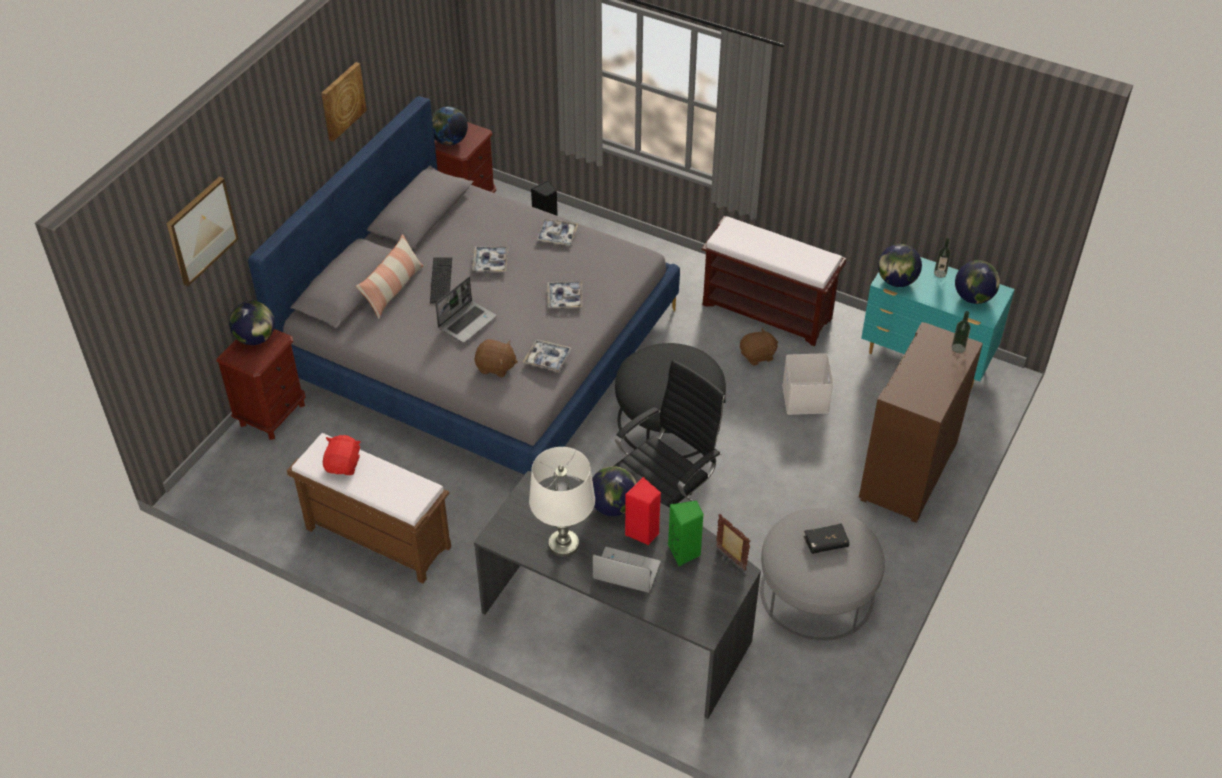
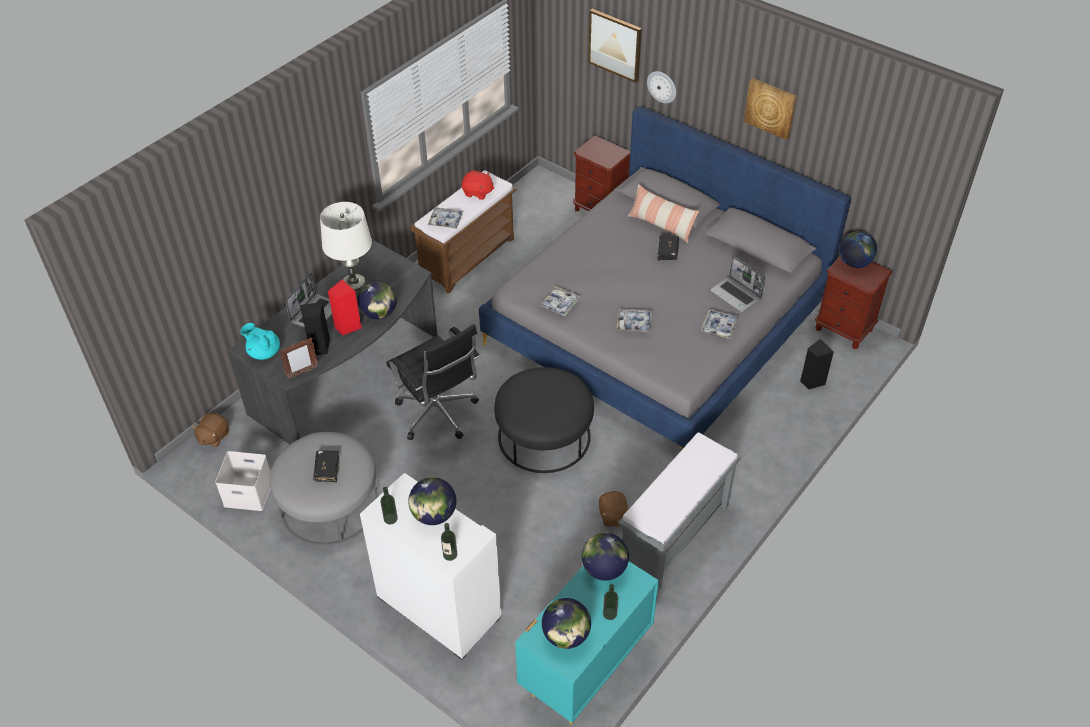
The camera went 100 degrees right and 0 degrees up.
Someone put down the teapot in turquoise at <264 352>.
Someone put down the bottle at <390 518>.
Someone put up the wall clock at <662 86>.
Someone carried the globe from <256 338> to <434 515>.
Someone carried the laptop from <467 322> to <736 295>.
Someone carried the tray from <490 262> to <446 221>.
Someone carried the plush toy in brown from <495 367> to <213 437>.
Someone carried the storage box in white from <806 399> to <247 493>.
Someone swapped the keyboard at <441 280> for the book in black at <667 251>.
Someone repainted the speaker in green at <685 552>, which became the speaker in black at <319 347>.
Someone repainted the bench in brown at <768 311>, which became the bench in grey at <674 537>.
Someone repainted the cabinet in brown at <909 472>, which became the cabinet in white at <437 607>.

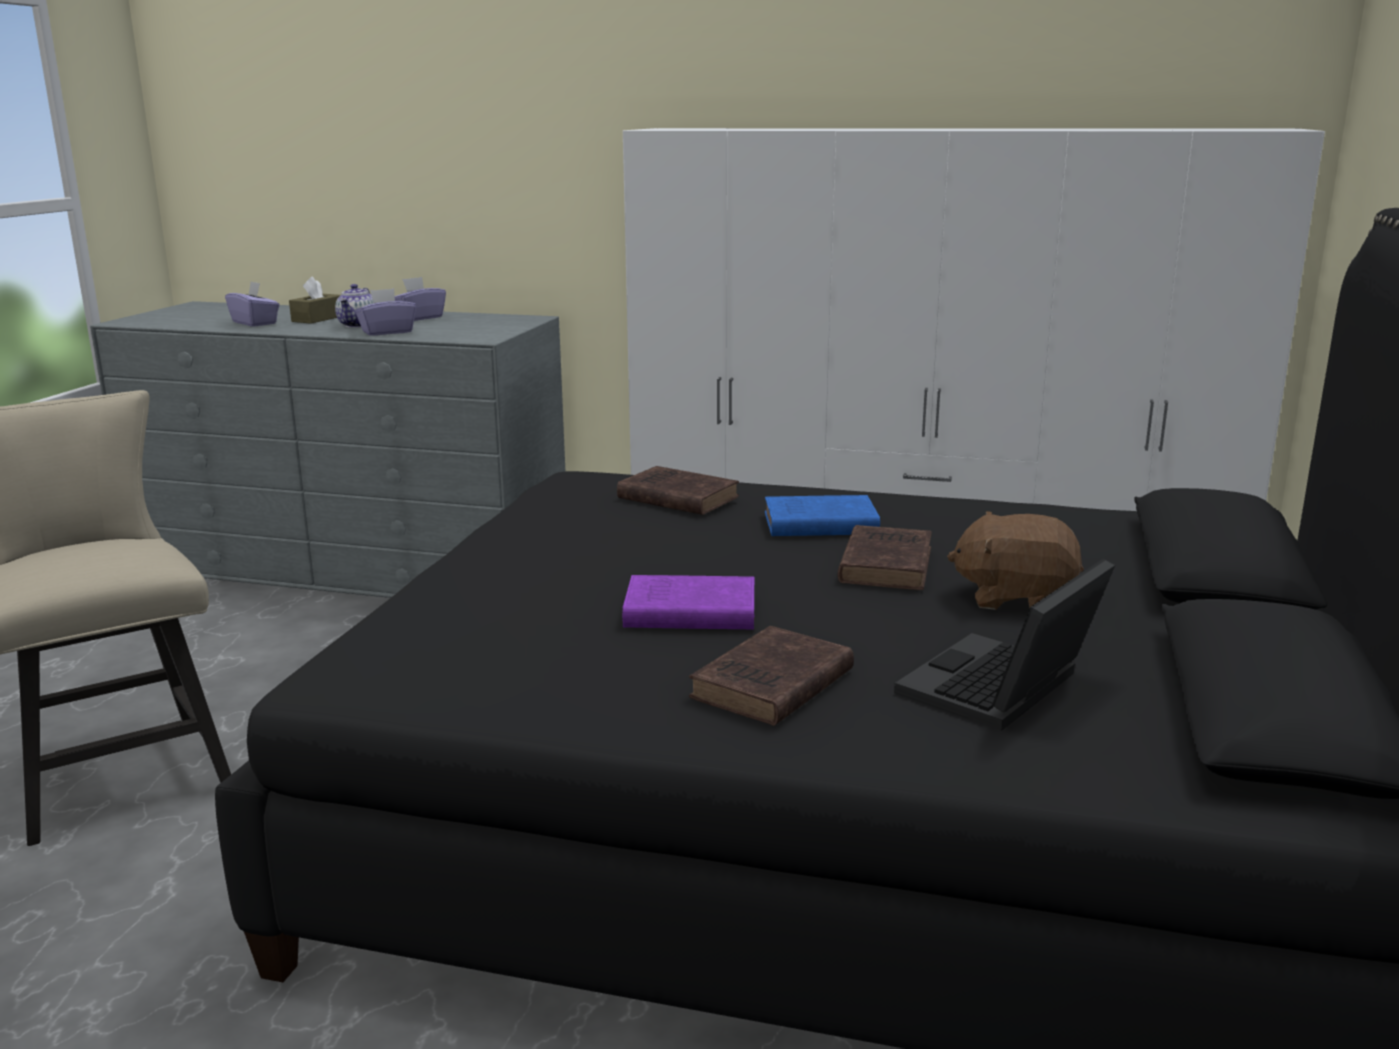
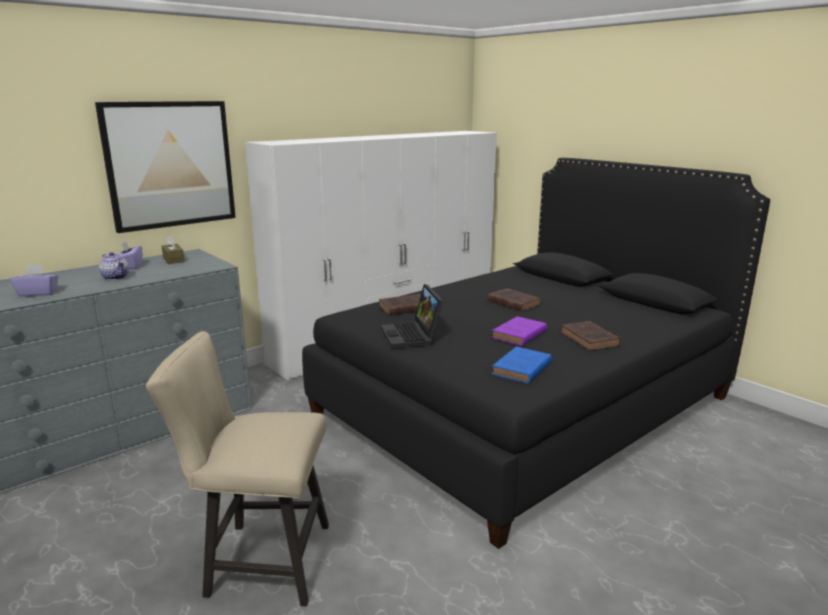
The camera went 55 degrees left and 0 degrees up.
Someone took away the tissue box in purple at <387 332>.
Someone took away the plush toy in brown at <1015 598>.
Someone put up the picture at <170 164>.
Someone carried the tissue box in brown from <318 319> to <173 259>.
Someone carried the book in blue from <817 524> to <521 369>.
Someone carried the laptop from <1000 690> to <412 336>.

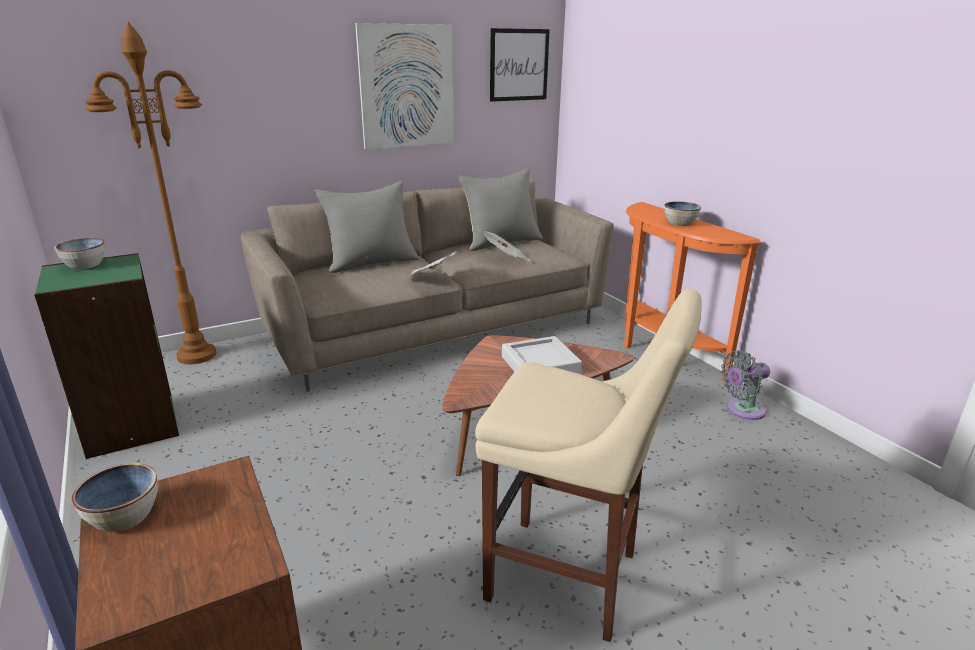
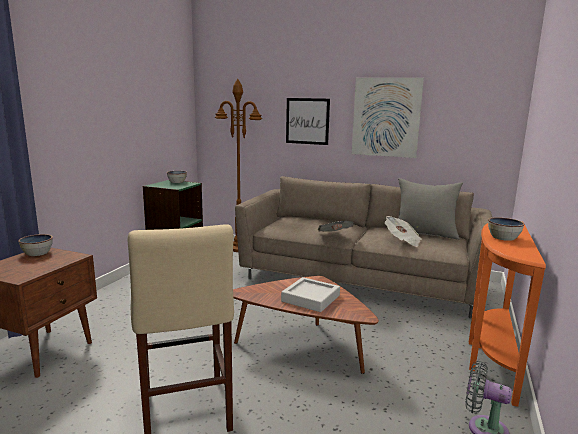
The camera went 50 degrees right and 10 degrees down.
Someone took away the pillow in grey at <371 263>.
Someone carried the picture from <519 65> to <307 121>.

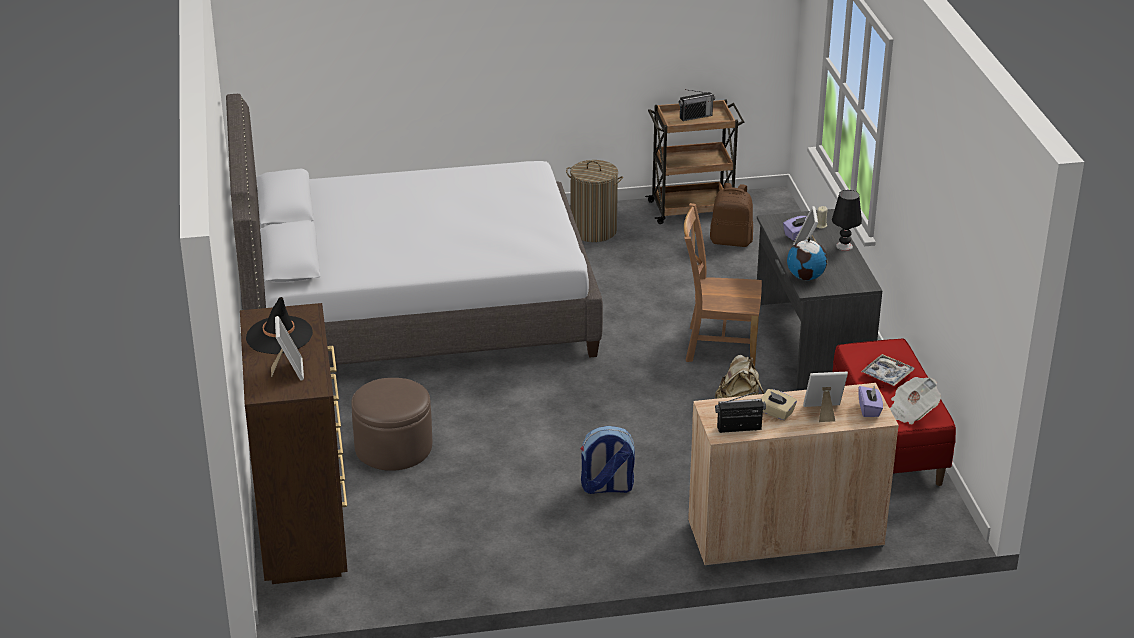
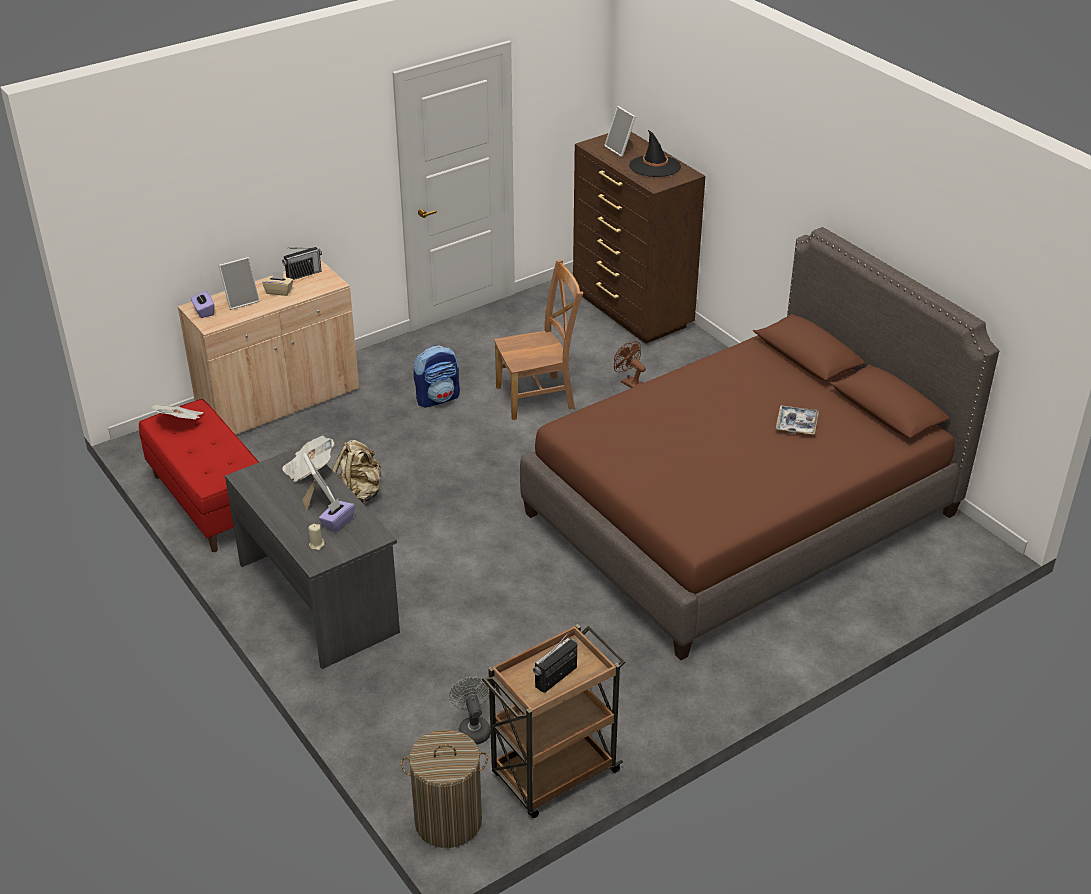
The camera went 155 degrees right and 5 degrees up.
Someone took away the table lamp in black at <844 246>.
Someone carried the laundry basket from <593 231> to <448 821>.
Someone carried the chair in brown from <718 346> to <538 397>.
Someone carried the tray from <887 375> to <796 424>.
Someone swapped the ottoman in brown at <393 447> for the fan in brown at <629 383>.
Someone swapped the backpack in brown at <731 241> for the fan in grey at <473 728>.
Someone swapped the globe at <806 277> for the newspaper at <309 469>.
Someone repainted the bed in grey at <415 310>, which became the bed in brown at <740 513>.

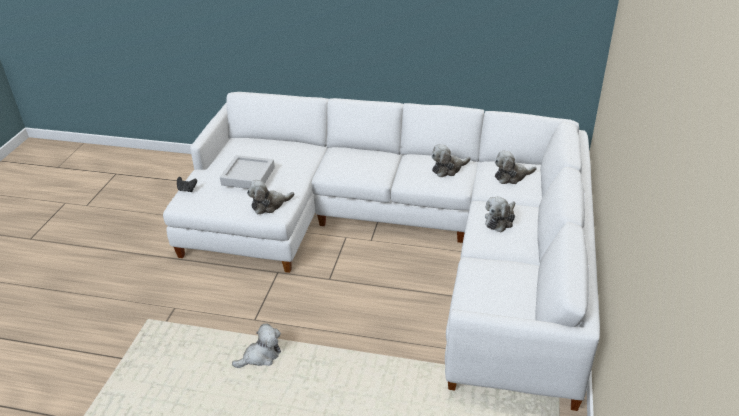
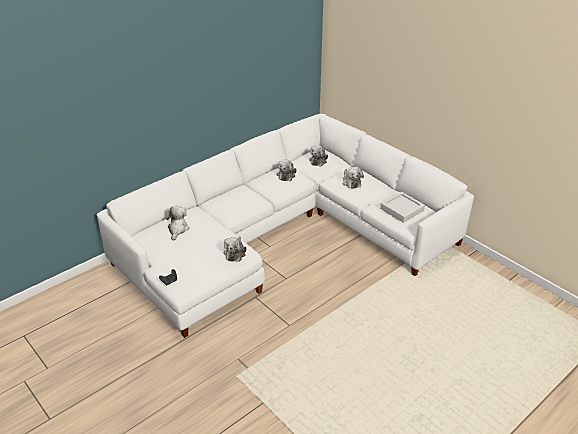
The camera went 55 degrees left and 0 degrees up.
Someone carried the tray in grey from <248 176> to <402 210>.
Someone carried the plush toy from <261 356> to <177 229>.

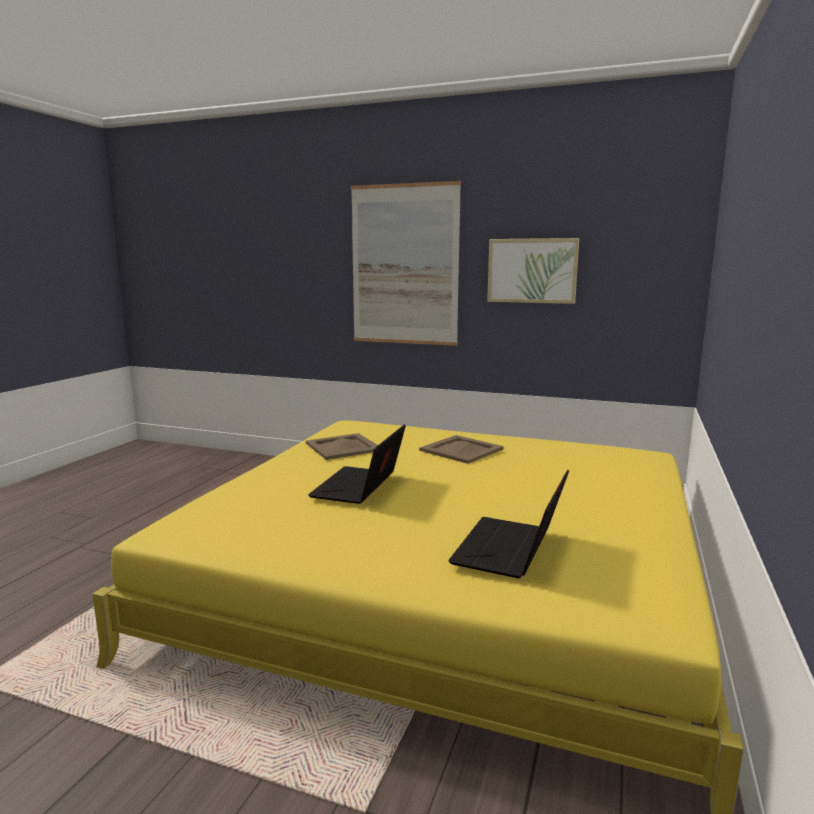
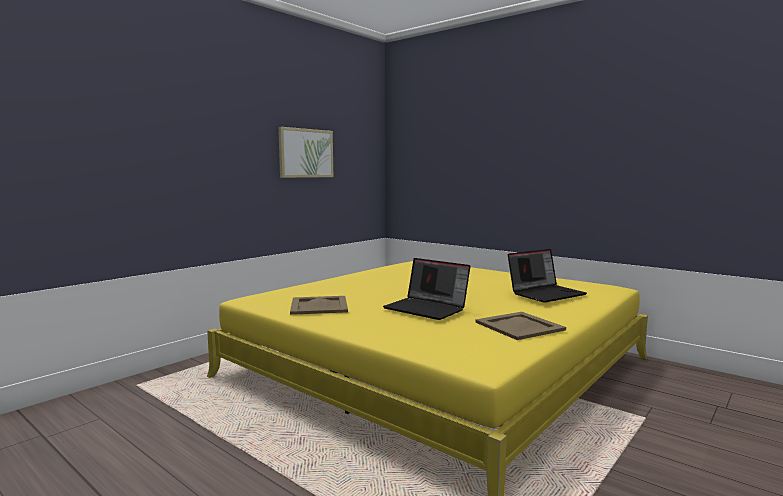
The camera went 70 degrees left and 5 degrees down.
Someone took away the picture at <404 265>.
Someone carried the tray in beige from <460 449> to <519 326>.
Someone rotated the laptop at <510 550> by 75 degrees counterclockwise.

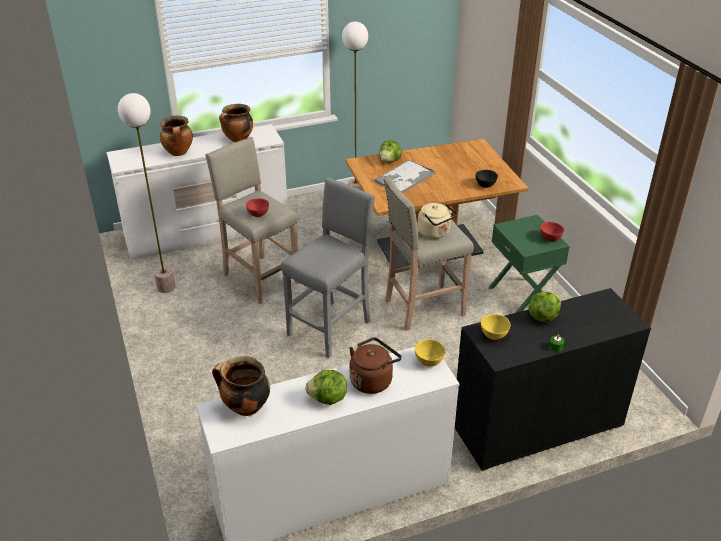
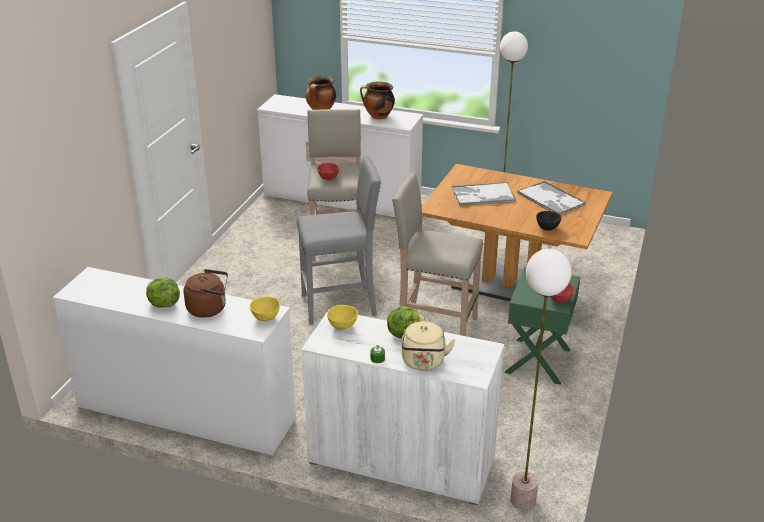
The camera went 40 degrees right and 5 degrees down.
Someone took away the cooking pot at <245 407>.
Someone took away the lettuce at <390 161>.
Someone put down the tray at <551 199>.
Someone carried the floor lamp from <166 287> to <523 501>.
Someone carried the kettle in beige from <435 233> to <423 363>.
Someone repainted the cabinet in black at <537 426>, which became the cabinet in white at <401 460>.

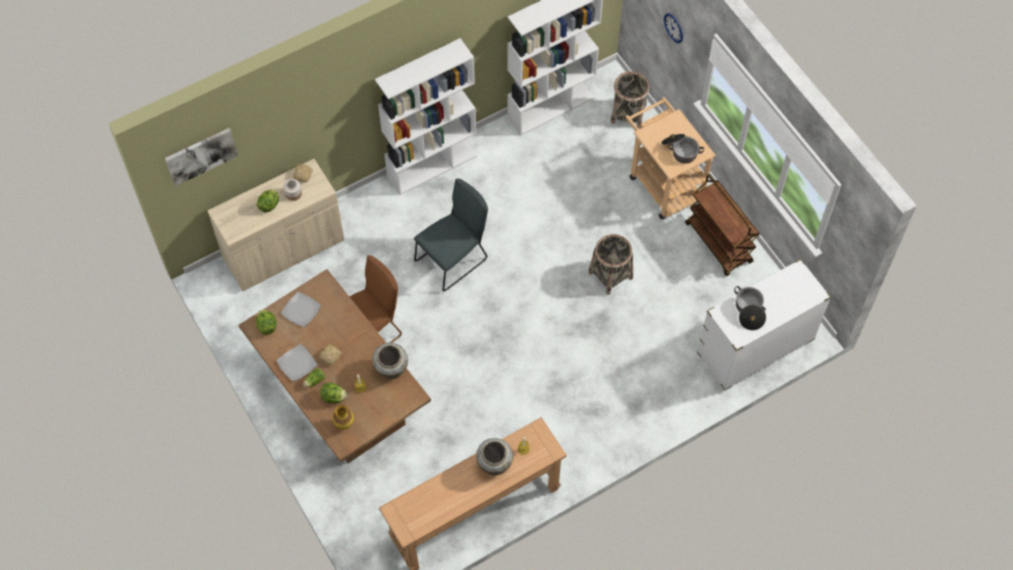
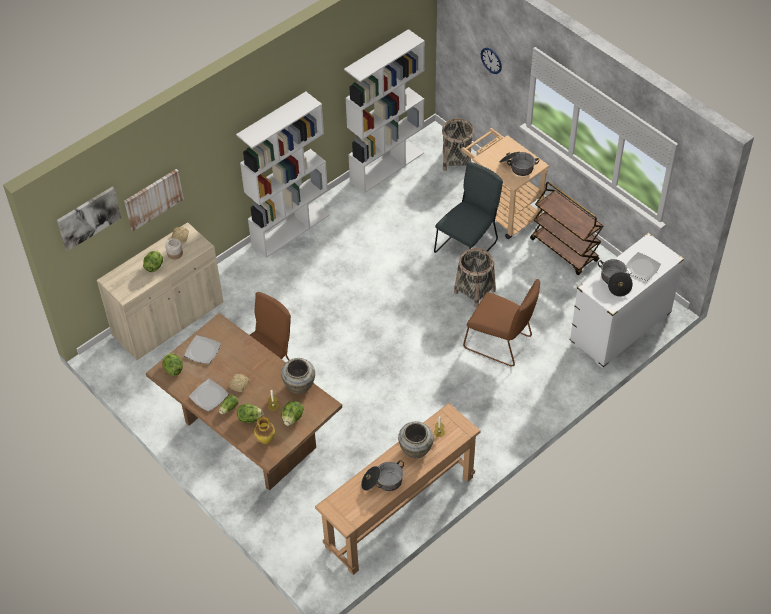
The camera went 10 degrees left and 10 degrees down.
Someone put up the picture at <153 199>.
Someone put down the lettuce at <292 418>.
Someone put down the cooking pot at <382 482>.
Someone put down the chair in brown at <500 343>.
Someone put down the plate at <642 268>.
Someone carried the chair in grey from <454 258> to <468 245>.

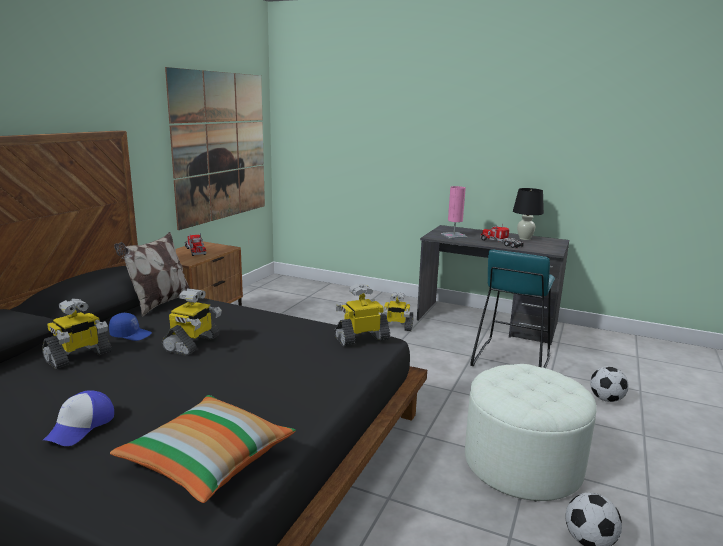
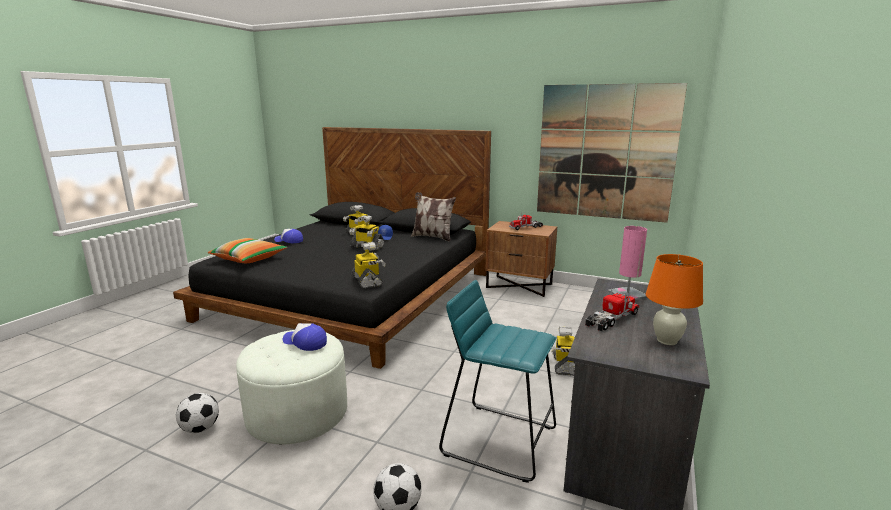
The camera went 90 degrees right and 0 degrees up.
Someone put down the cap at <305 342>.
Someone repainted the table lamp in black at <525 238>, which became the table lamp in orange at <667 341>.

